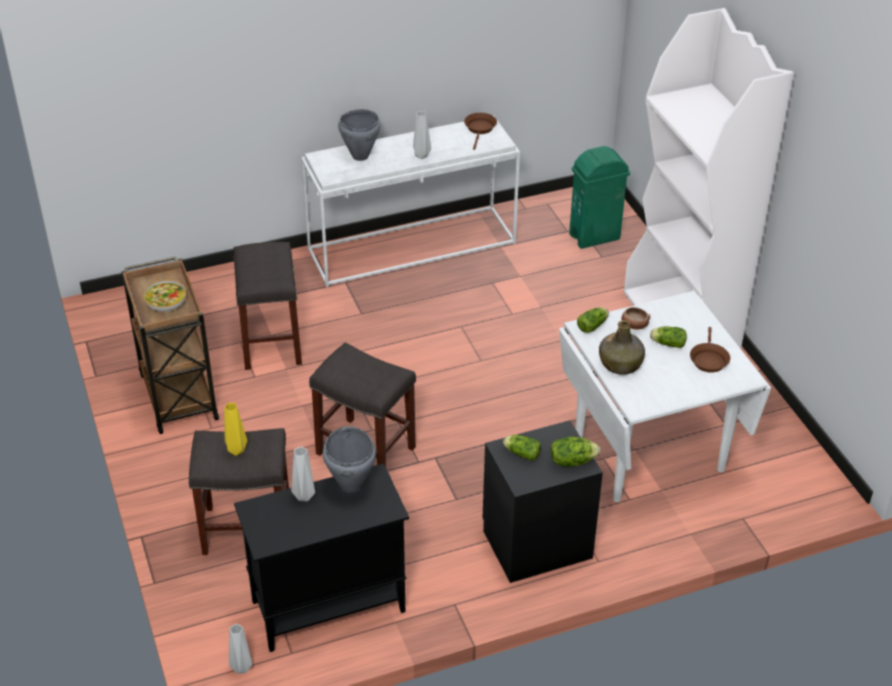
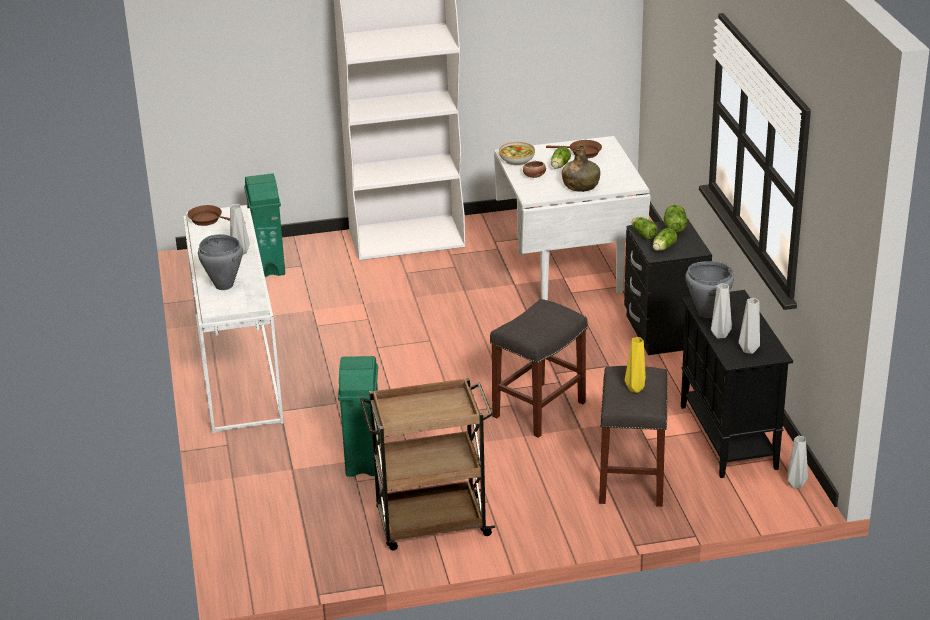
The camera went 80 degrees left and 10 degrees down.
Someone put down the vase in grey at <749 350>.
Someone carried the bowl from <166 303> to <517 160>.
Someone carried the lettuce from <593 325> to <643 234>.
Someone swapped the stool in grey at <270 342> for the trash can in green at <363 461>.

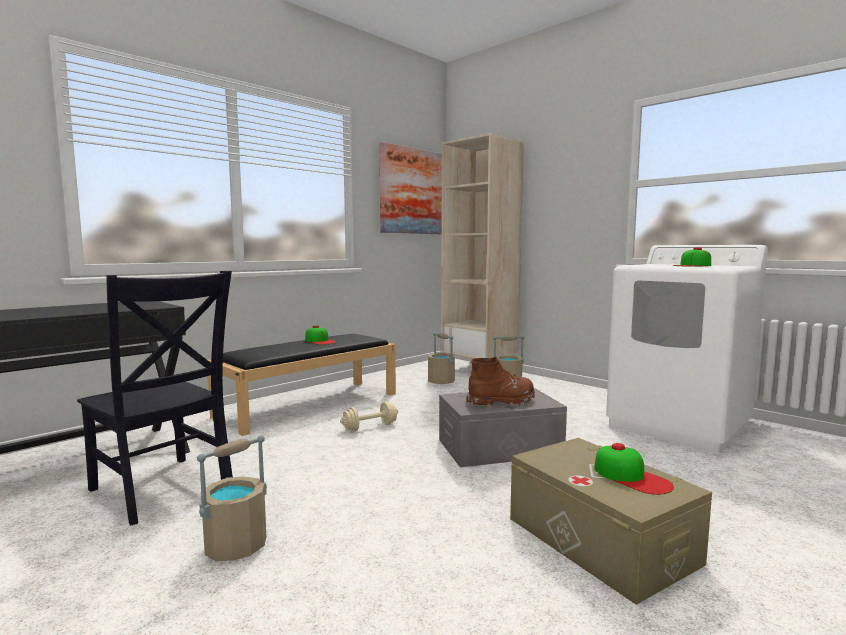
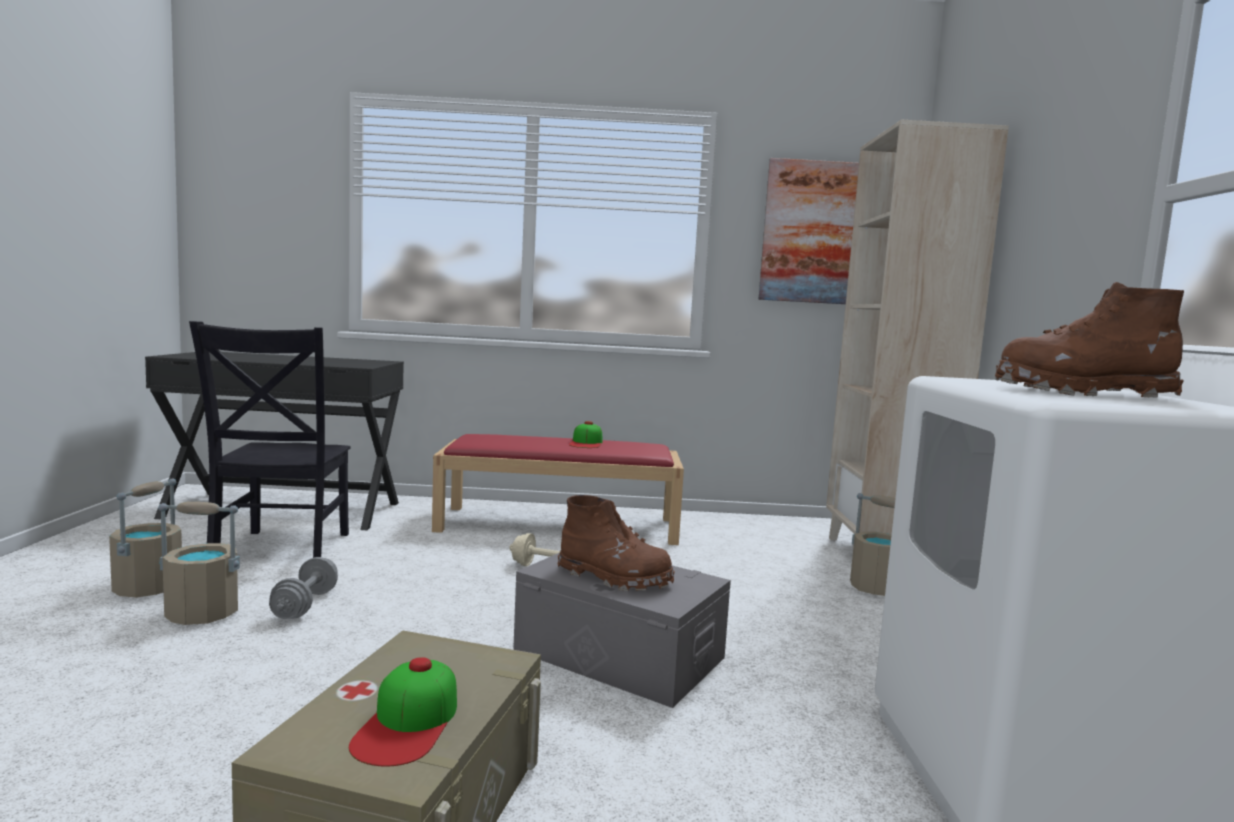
The camera went 45 degrees right and 0 degrees up.
Someone put down the dumbbell in grey at <305 605>.
Someone carried the bucket in beige from <441 381> to <147 588>.
Someone swapped the cap at <692 265> for the boot in brown at <1081 393>.
Someone repainted the bench in black at <310 404>, which became the bench in red at <560 525>.

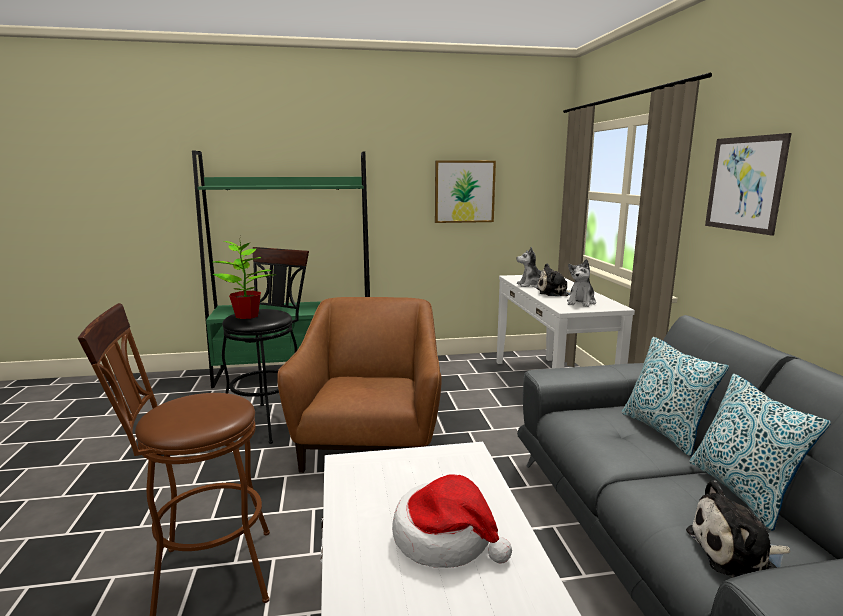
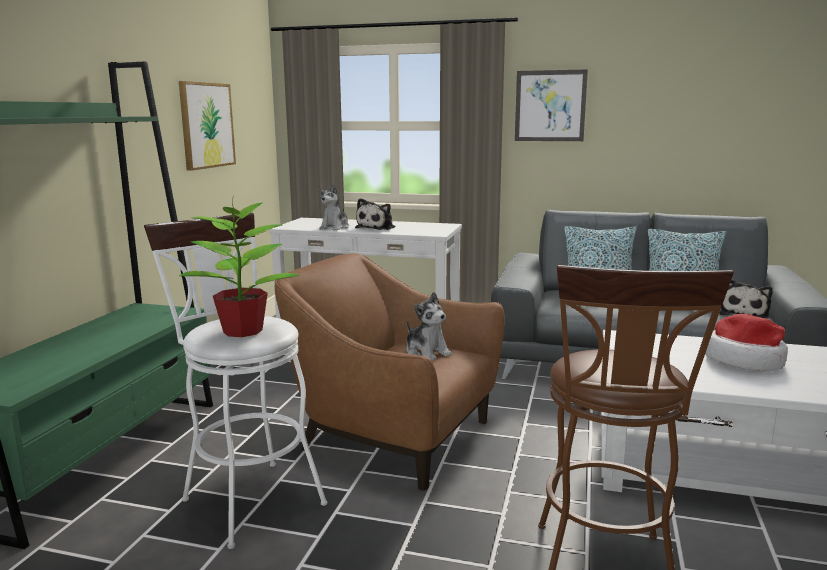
The camera went 65 degrees left and 0 degrees up.
Someone carried the plush toy from <581 302> to <427 352>.
Someone repainted the stool in black at <271 419>, which became the stool in white at <247 496>.

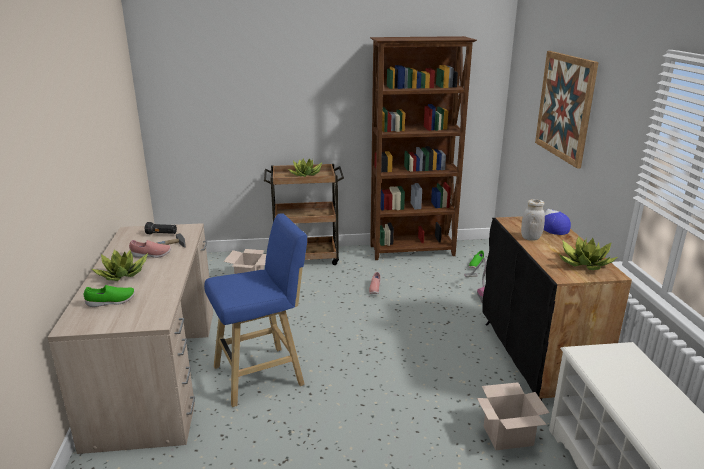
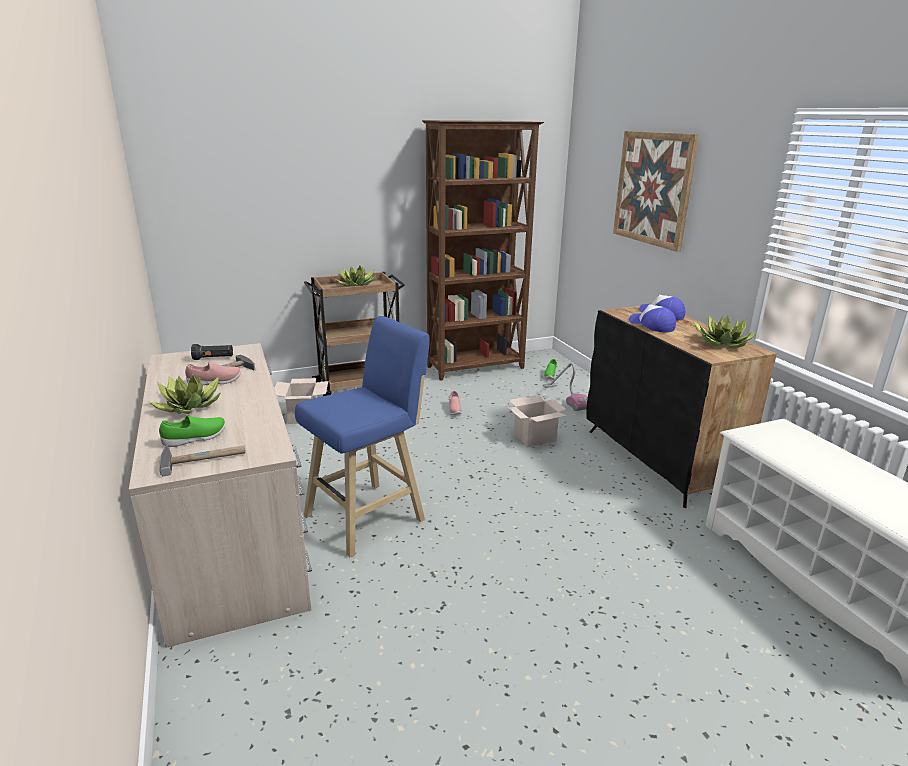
The camera went 15 degrees left and 0 degrees up.
Someone put down the hammer at <204 458>.
Someone carried the cardboard box from <508 435> to <535 437>.
Someone swapped the jar in white at <530 238> for the cap at <651 325>.

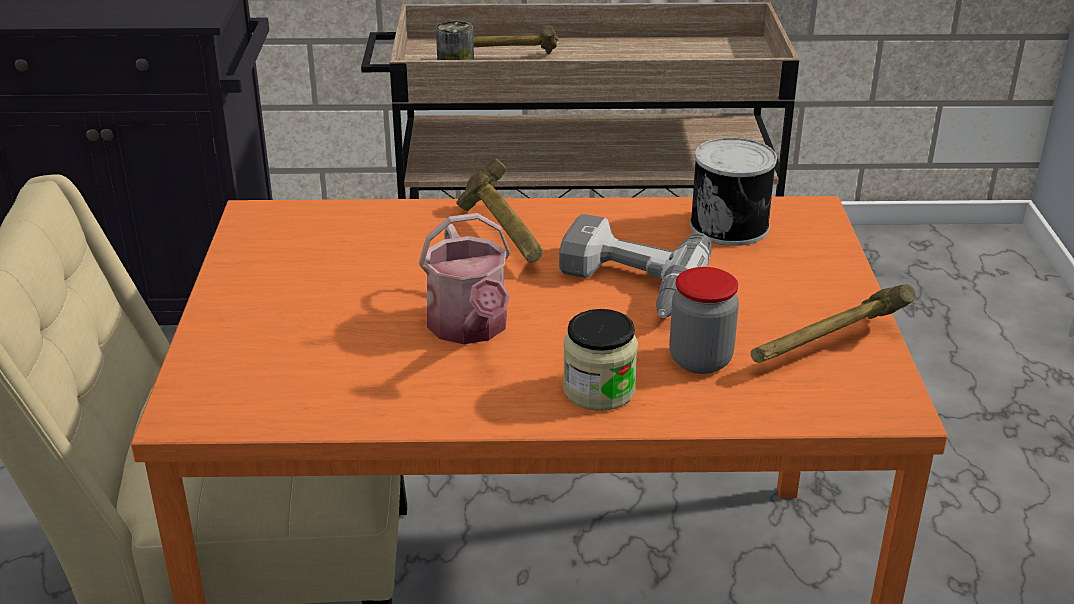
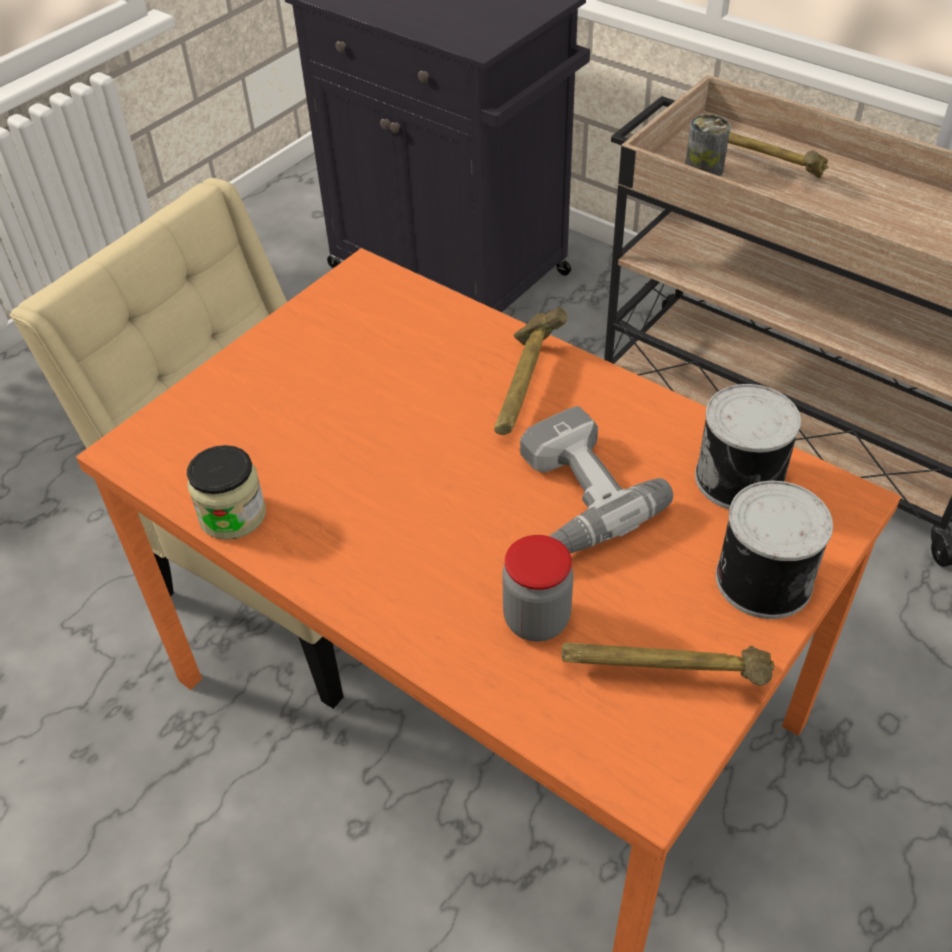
The camera went 40 degrees right and 15 degrees up.
Someone took away the watering can at <470 328>.
Someone put down the can at <761 578>.
Someone carried the jar from <599 390> to <232 515>.

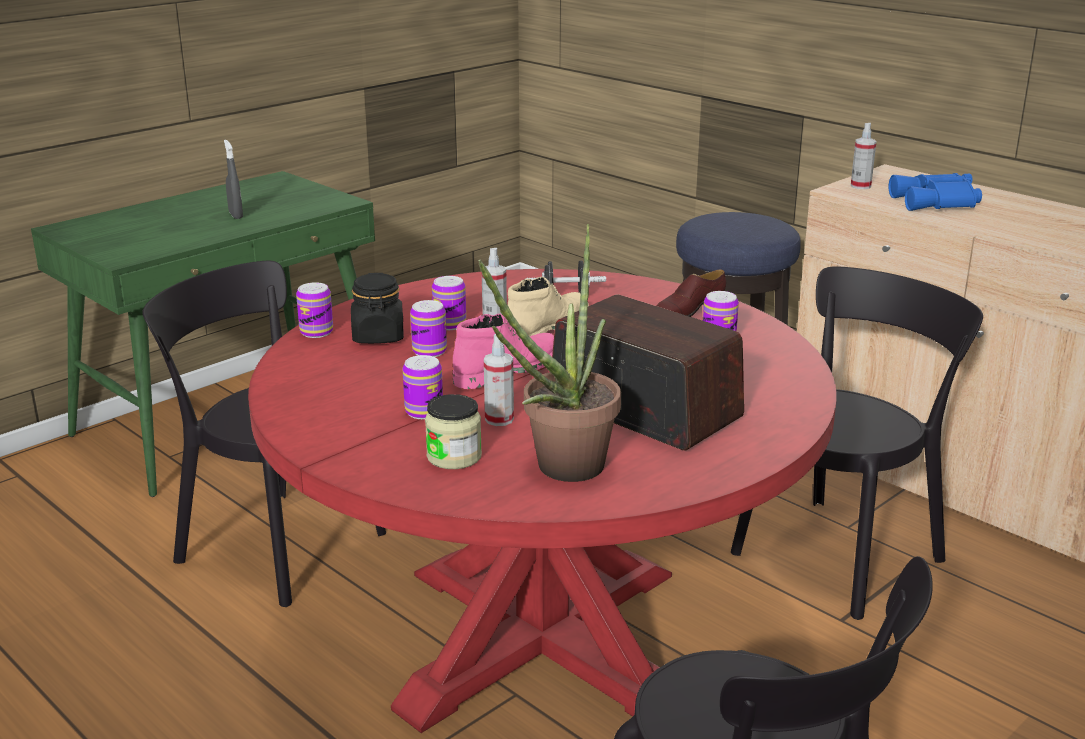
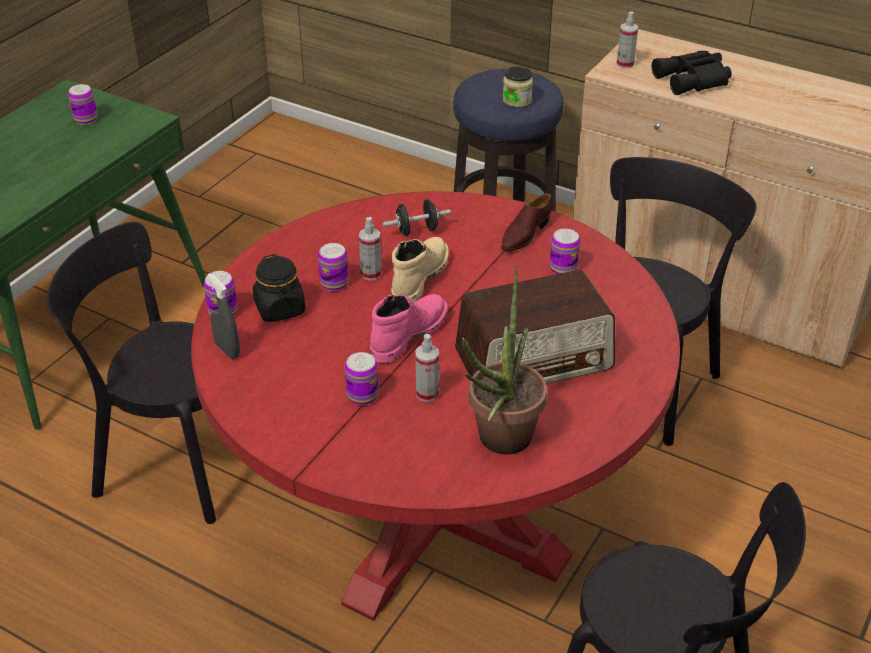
The camera went 15 degrees left and 15 degrees up.
Someone carried the spray bottle in grey from <236 215> to <227 350>.
Someone carried the can from <429 351> to <86 119>.
Someone carried the jar from <454 456> to <517 100>.
Someone repainted the binoculars in blue at <936 203>, which became the binoculars in black at <693 80>.
Someone rotated the radio at <643 408> by 135 degrees clockwise.

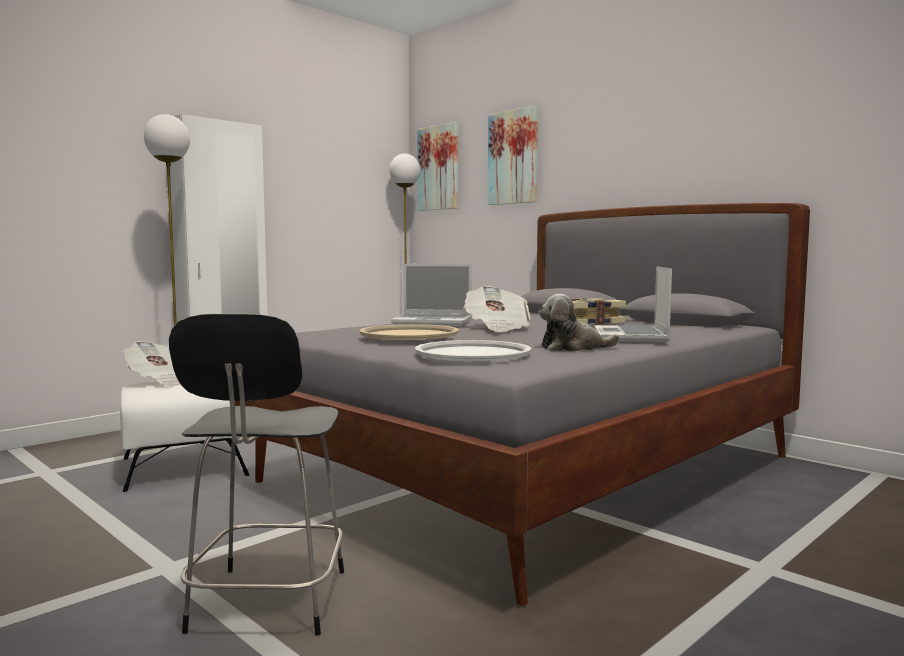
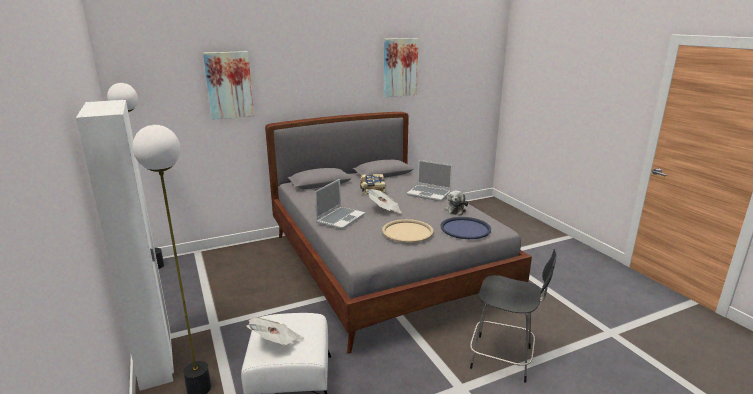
The camera went 70 degrees left and 15 degrees up.
Someone carried the picture from <439 168> to <400 67>.
Someone repainted the tray in white at <473 353>, which became the tray in blue at <465 228>.

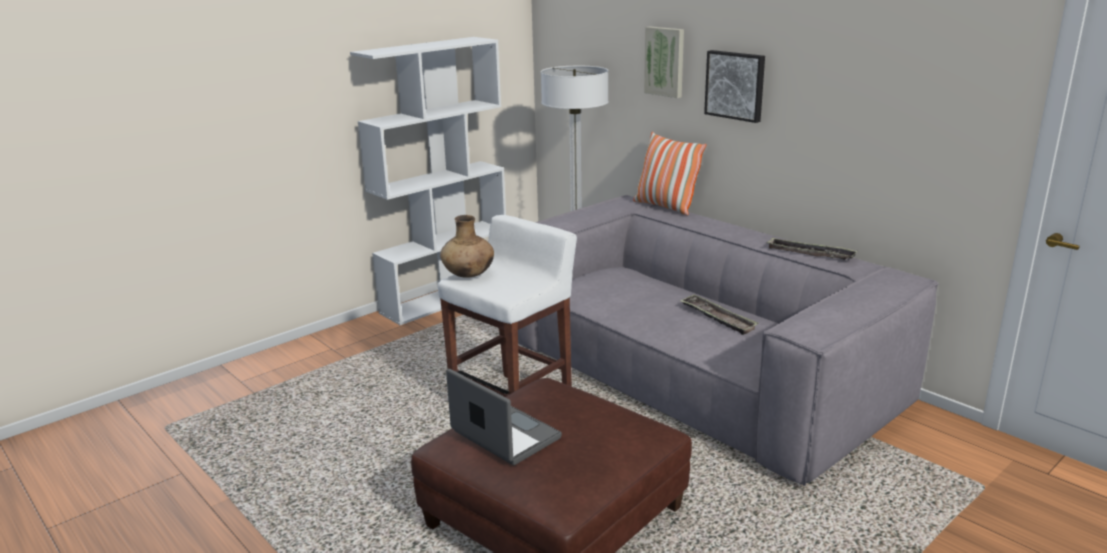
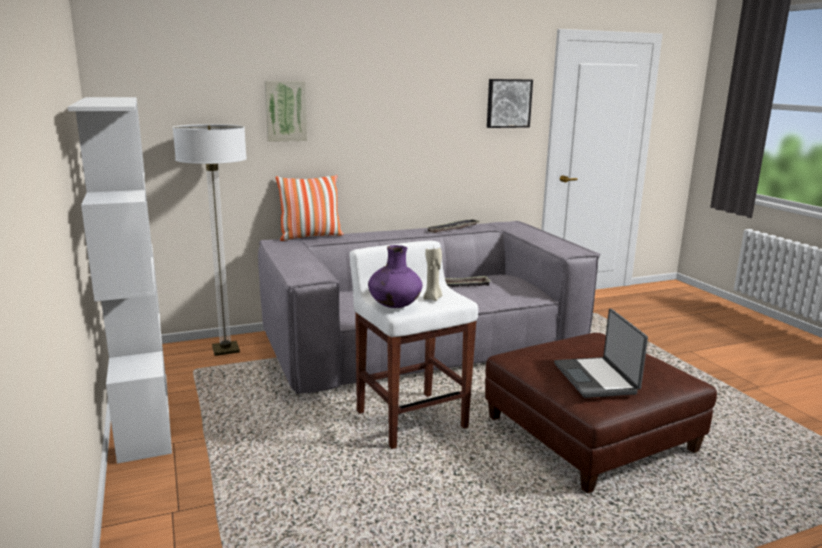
The camera went 70 degrees left and 5 degrees down.
Someone put down the candle in beige at <433 298>.
Someone carried the picture from <736 85> to <508 103>.
Someone repainted the vase in brown at <468 275>, which became the vase in purple at <394 306>.
Someone rotated the laptop at <504 436> by 75 degrees counterclockwise.

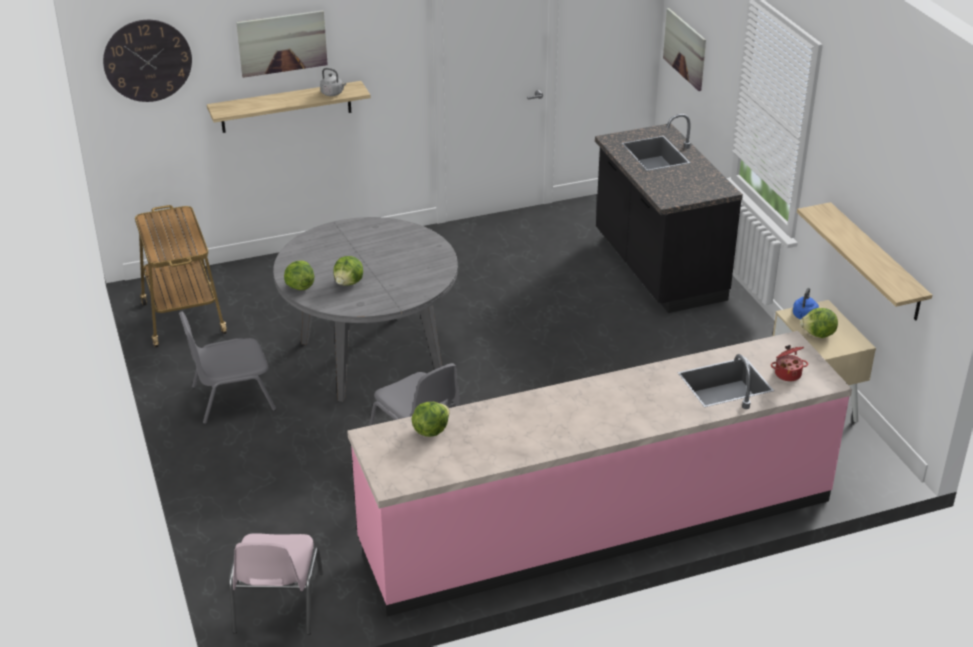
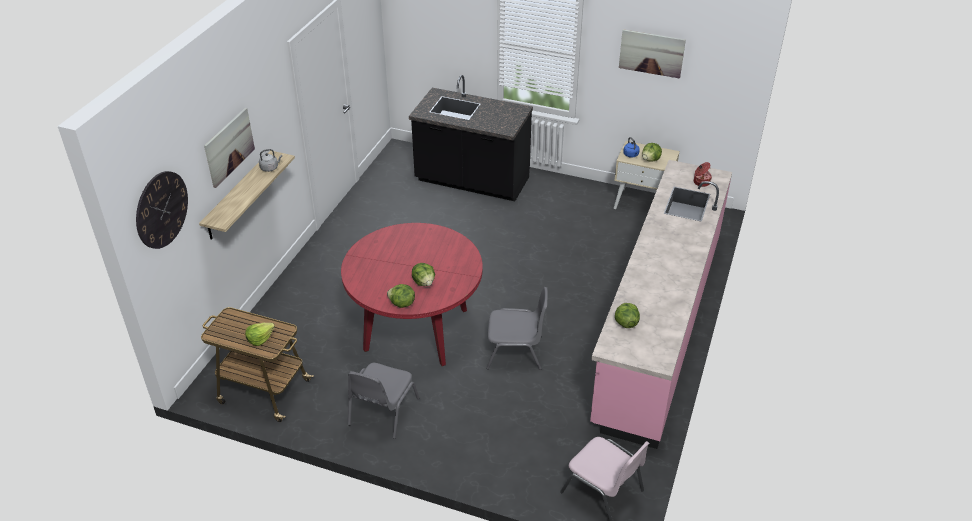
The camera went 50 degrees left and 5 degrees up.
Someone took away the shelf at <876 262>.
Someone put down the lettuce at <260 339>.
Someone carried the picture from <685 49> to <651 53>.
Someone repainted the dining table in grey at <371 357>, which became the dining table in red at <416 329>.

